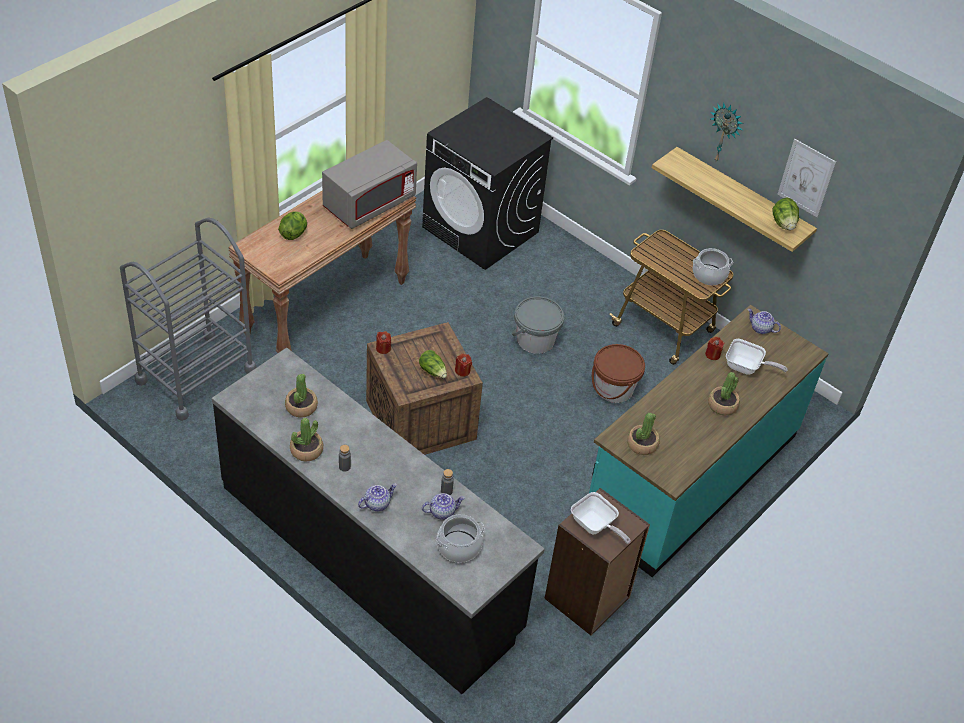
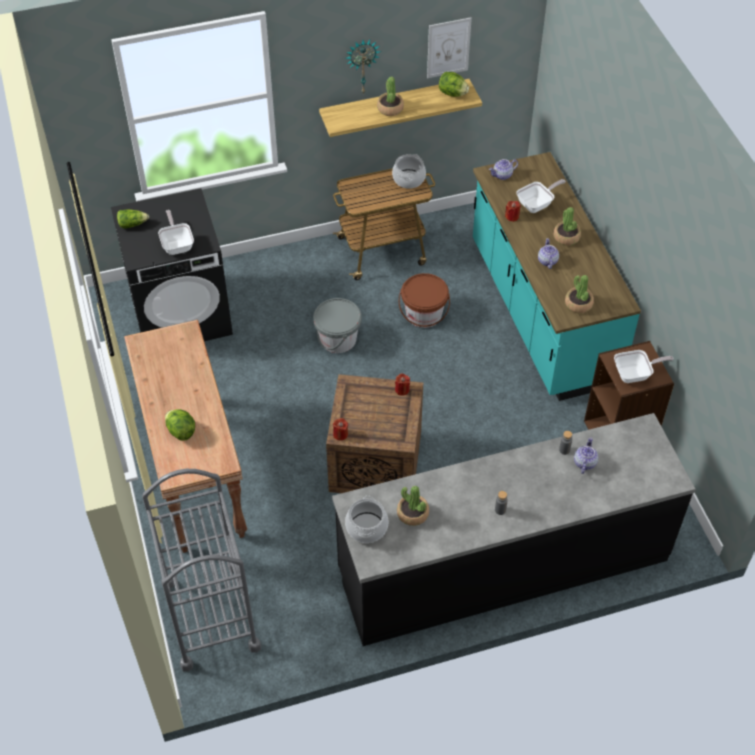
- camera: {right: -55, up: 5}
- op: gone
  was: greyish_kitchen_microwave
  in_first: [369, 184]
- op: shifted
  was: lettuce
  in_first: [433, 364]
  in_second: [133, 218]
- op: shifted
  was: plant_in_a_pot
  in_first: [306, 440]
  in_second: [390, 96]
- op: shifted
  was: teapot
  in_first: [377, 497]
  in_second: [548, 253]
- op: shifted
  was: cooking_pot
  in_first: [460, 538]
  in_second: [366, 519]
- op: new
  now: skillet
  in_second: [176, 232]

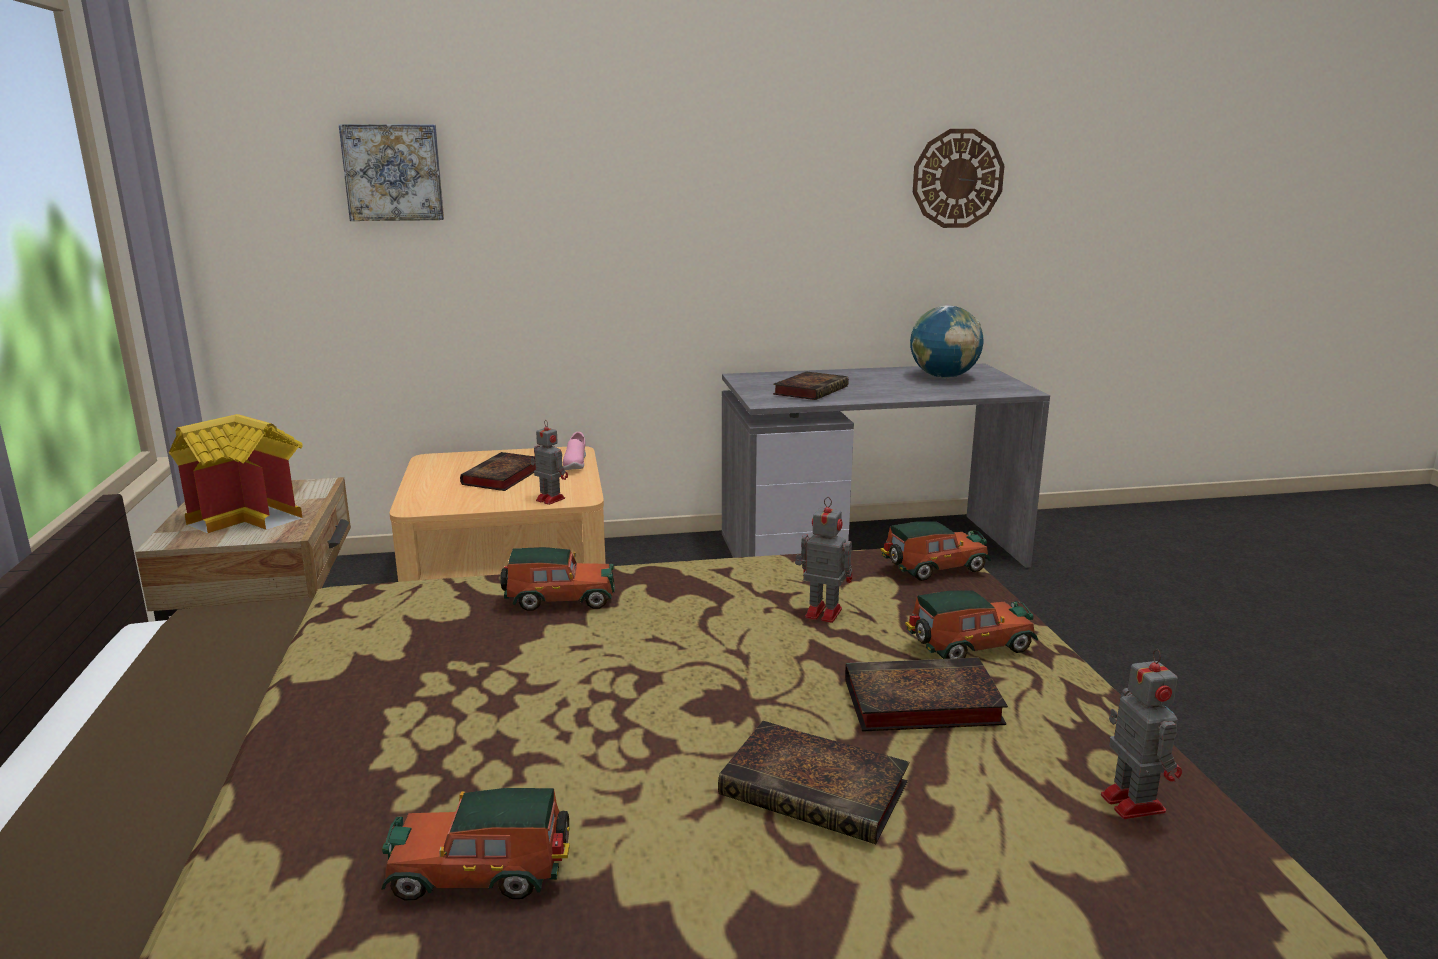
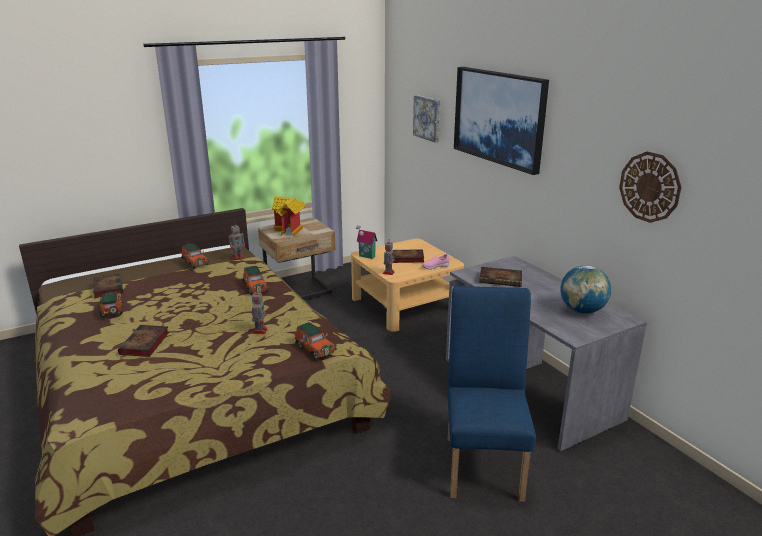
- camera: {right: 70, up: 5}
- op: shifted
  was: miniature_car
  in_first: [971, 624]
  in_second: [195, 256]
- op: shifted
  was: robot_figure
  in_first: [1141, 734]
  in_second: [237, 241]
- op: shifted
  was: bound_book
  in_first: [926, 694]
  in_second: [108, 286]
- op: new
  now: picture
  in_second: [501, 121]
- op: new
  now: model_house
  in_second: [366, 242]
- op: new
  now: blue-coloured_chair
  in_second: [492, 394]

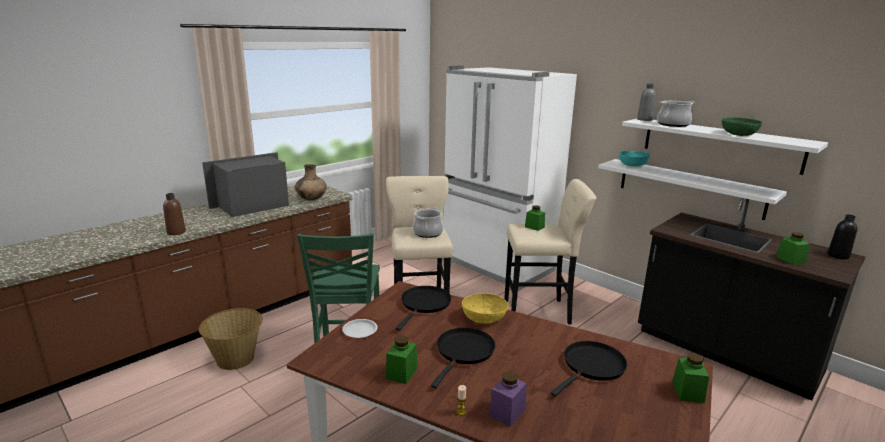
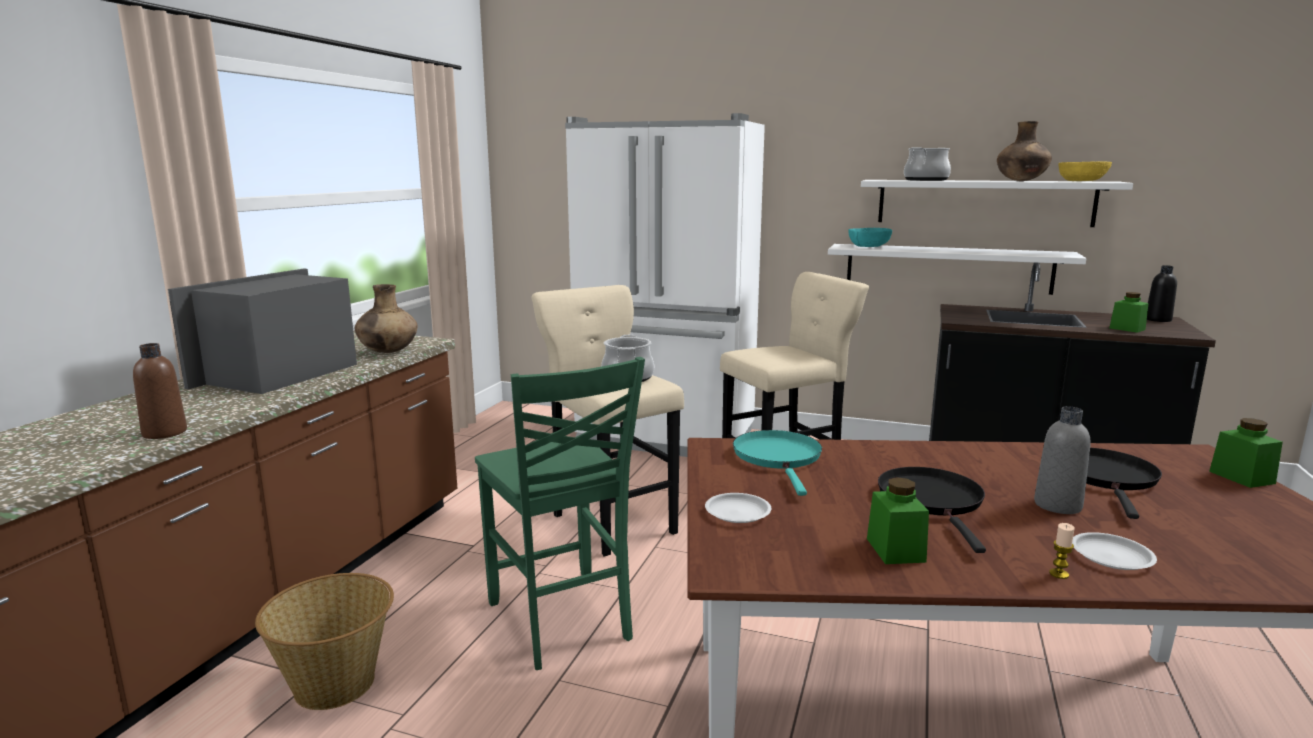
- camera: {right: -25, up: -5}
- op: shifted
  was: greyish_bottle
  in_first: [646, 102]
  in_second: [1062, 460]
- op: swapped
  was: green-coloured_serving_bowl
  now: brownish_decorative_vase
  in_first: [742, 126]
  in_second: [1024, 151]
- op: gone
  was: green-coloured_storage_jar
  in_first: [535, 218]
- op: repainted
  was: black_skillet
  now: turquoise_skillet
  in_first: [423, 308]
  in_second: [777, 463]
- op: shifted
  was: yellow-coloured_serving_bowl
  in_first: [485, 308]
  in_second: [1085, 171]
- op: swapped
  was: purplish_storage_jar
  now: whitish_flat_dish
  in_first: [508, 399]
  in_second: [1114, 551]

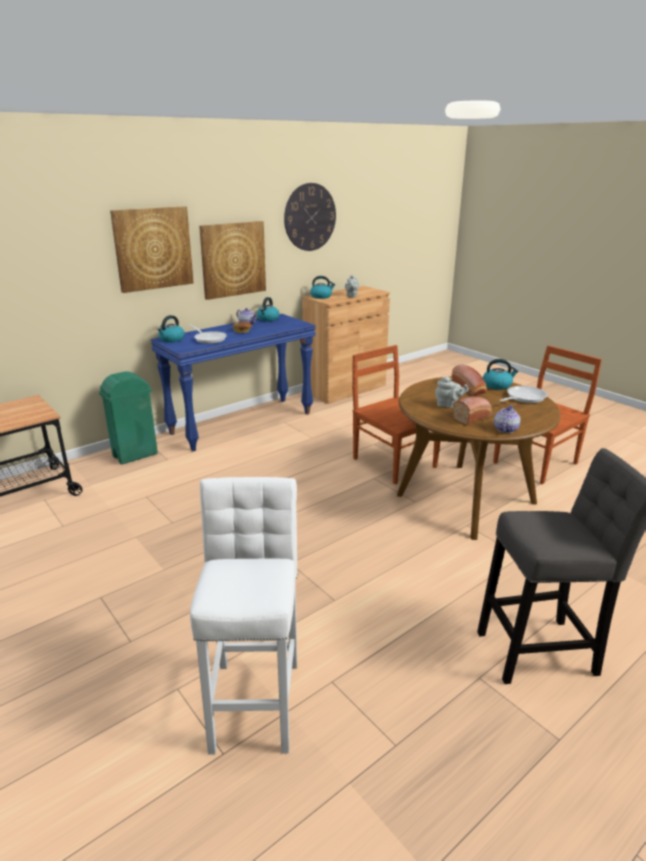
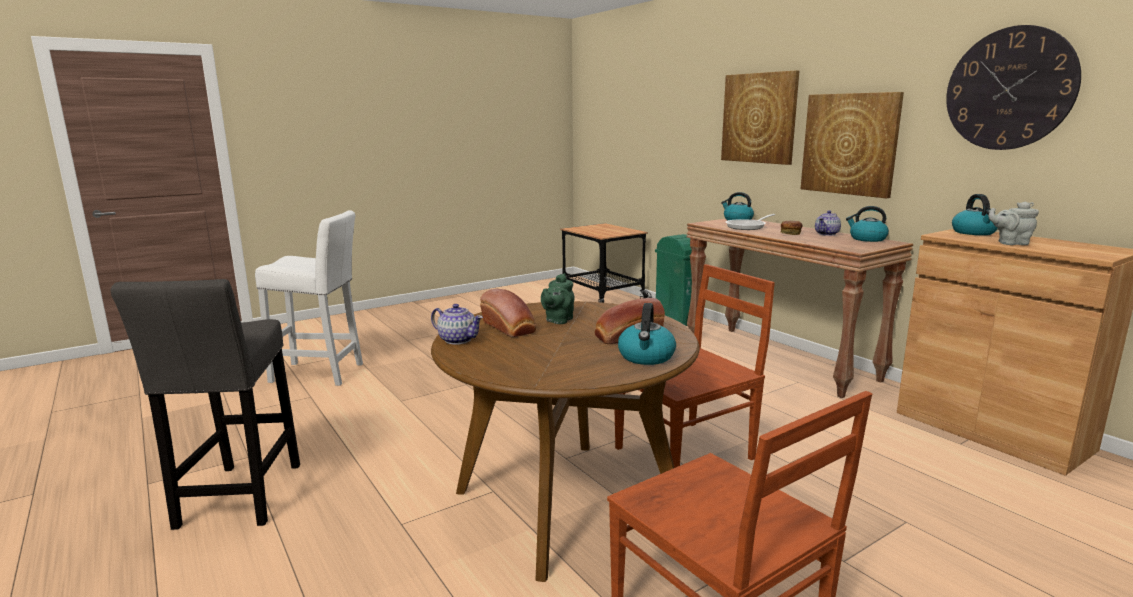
- camera: {right: 95, up: -10}
- op: repainted
  was: blue-coloured_narrow_table
  now: brownish_narrow_table
  in_first: [233, 382]
  in_second: [799, 308]
- op: repainted
  was: greyish_teapot
  now: green-coloured_teapot
  in_first: [452, 392]
  in_second: [558, 298]
- op: gone
  was: skillet
  in_first: [523, 394]

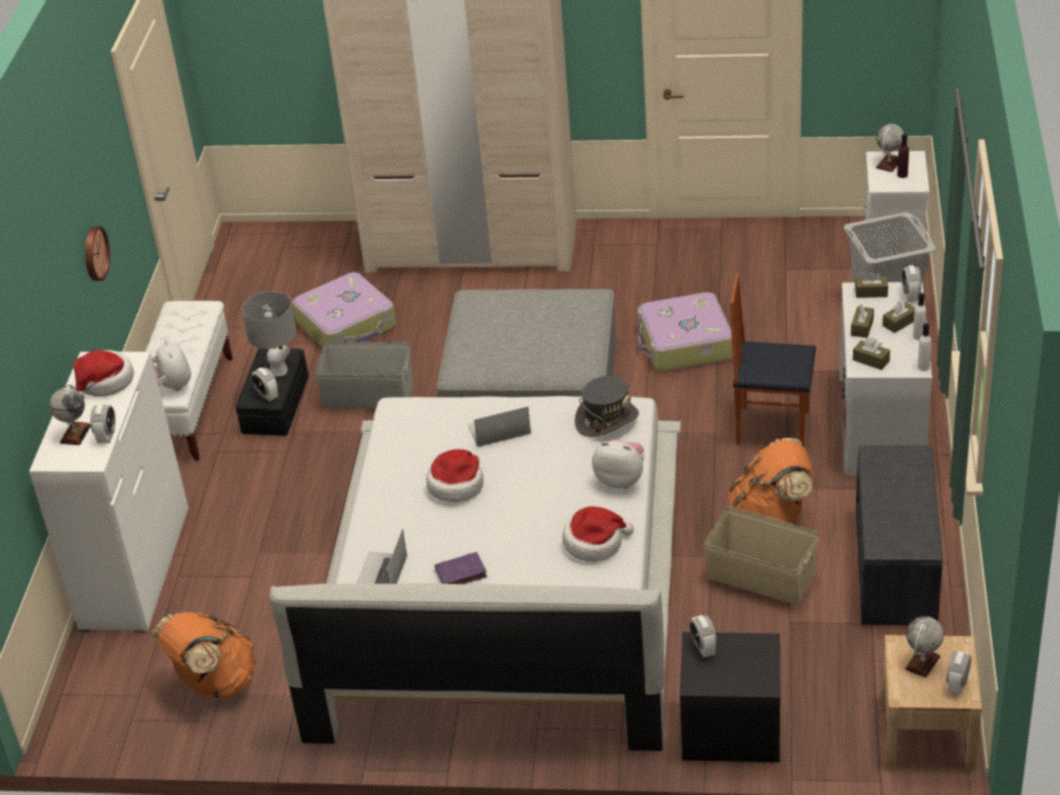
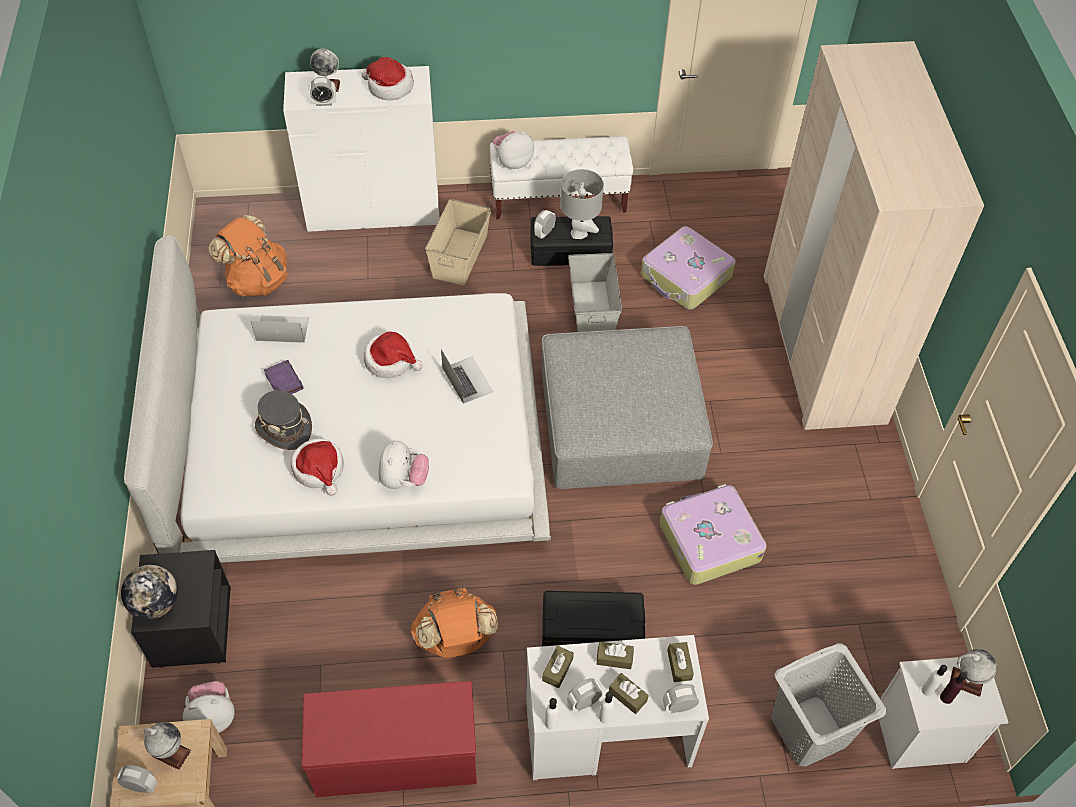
- camera: {right: 75, up: 15}
- op: gone
  was: wall_clock
  in_first: [97, 253]
- op: swapped
  was: chair
  now: black_storage_bin
  in_first: [773, 360]
  in_second: [593, 618]
- op: shifted
  was: greyish_wearable_hat
  in_first: [607, 406]
  in_second: [283, 420]
- op: repainted
  was: greyish_indoor_bench
  now: red-coloured_indoor_bench
  in_first: [899, 535]
  in_second: [389, 739]
- op: shifted
  was: sand-coloured_storage_bin
  in_first: [761, 555]
  in_second: [458, 242]
- op: shifted
  was: bedside_clock
  in_first: [703, 636]
  in_second: [585, 695]
- op: new
  now: desk_globe
  in_second: [149, 592]
- op: new
  now: whitish_bottle
  in_second: [934, 681]
- op: new
  now: plush_toy
  in_second: [209, 707]

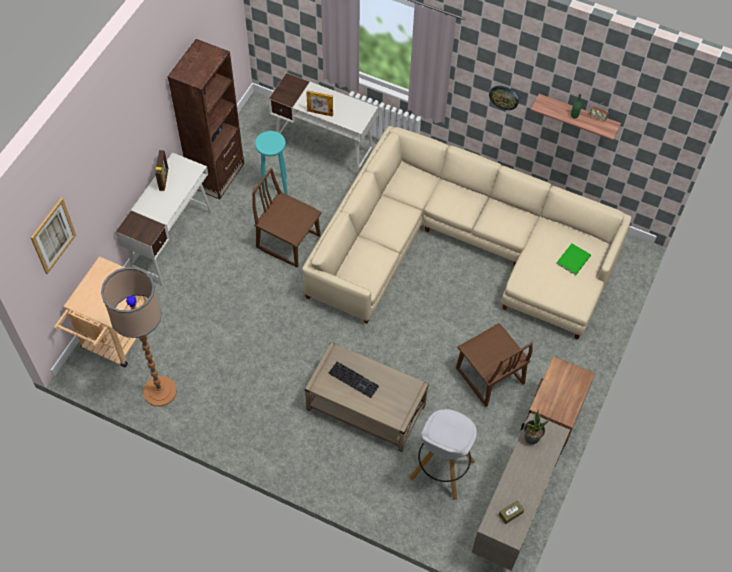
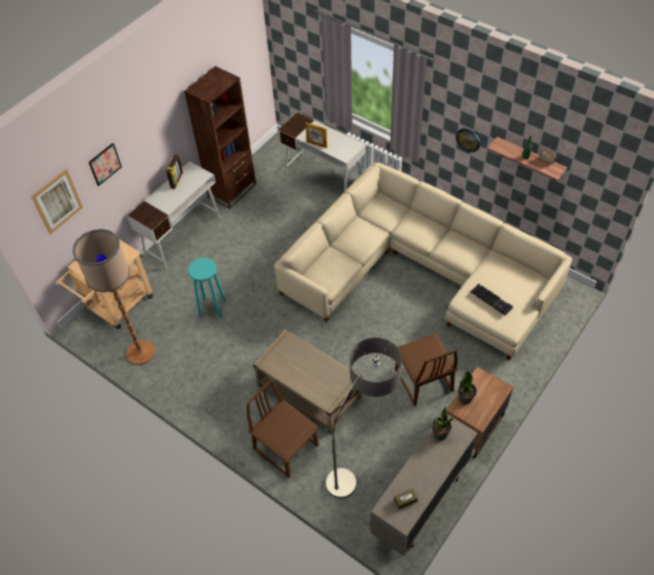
- camera: {right: 15, up: -5}
- op: shifted
  was: turquoise_sitting_stool
  in_first: [271, 164]
  in_second: [207, 288]
- op: shifted
  was: brownish_chair
  in_first: [287, 218]
  in_second: [282, 428]
- op: gone
  was: green-coloured_bound_book
  in_first: [573, 259]
- op: shifted
  was: PC_keyboard
  in_first: [353, 379]
  in_second: [492, 299]
- op: swapped
  was: whitish_sitting_stool
  now: standing_lamp
  in_first: [443, 454]
  in_second: [364, 418]
- op: new
  now: picture
  in_second: [105, 164]
- op: new
  now: plant_in_a_pot
  in_second: [467, 387]

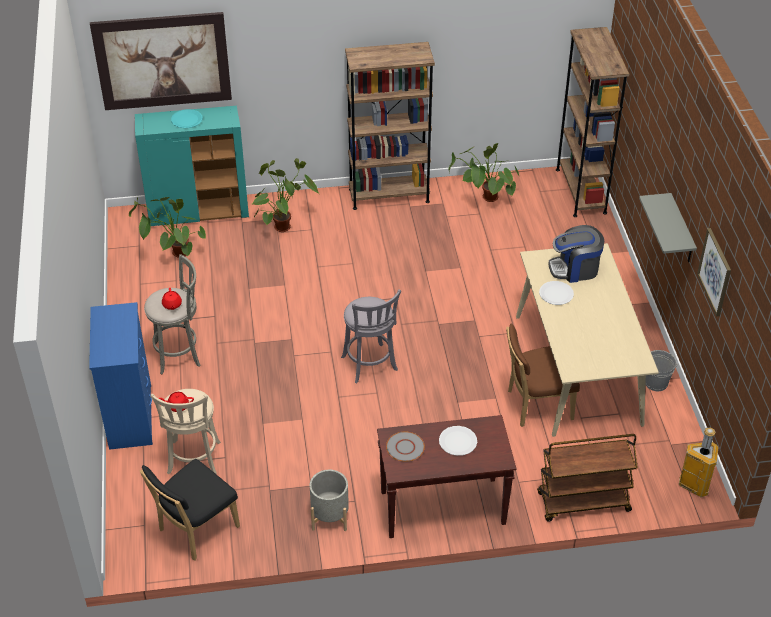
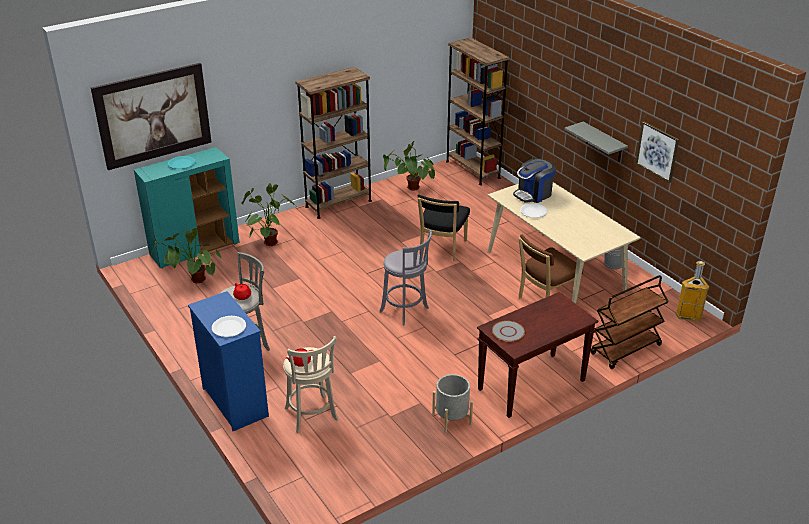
- camera: {right: -25, up: -10}
- op: shifted
  was: whitish_flat_dish
  in_first: [458, 441]
  in_second: [229, 326]
- op: shifted
  was: black_chair
  in_first: [190, 509]
  in_second: [443, 227]

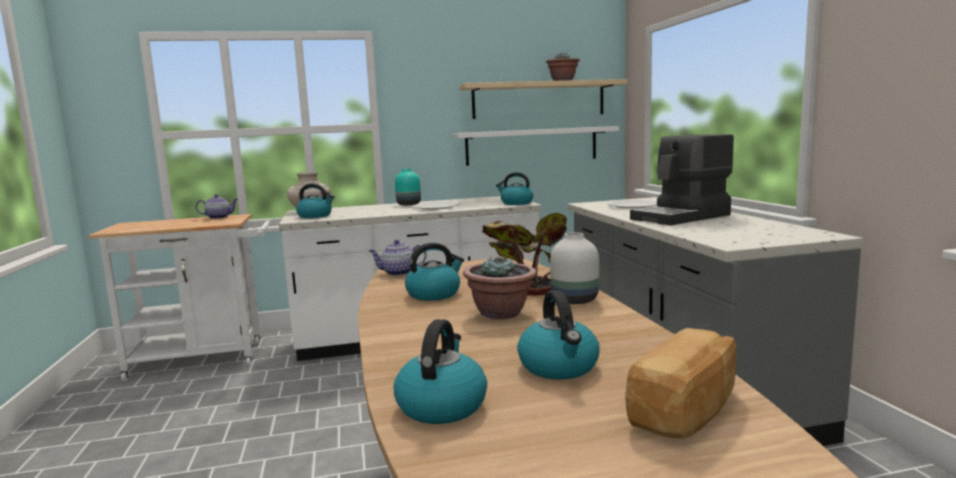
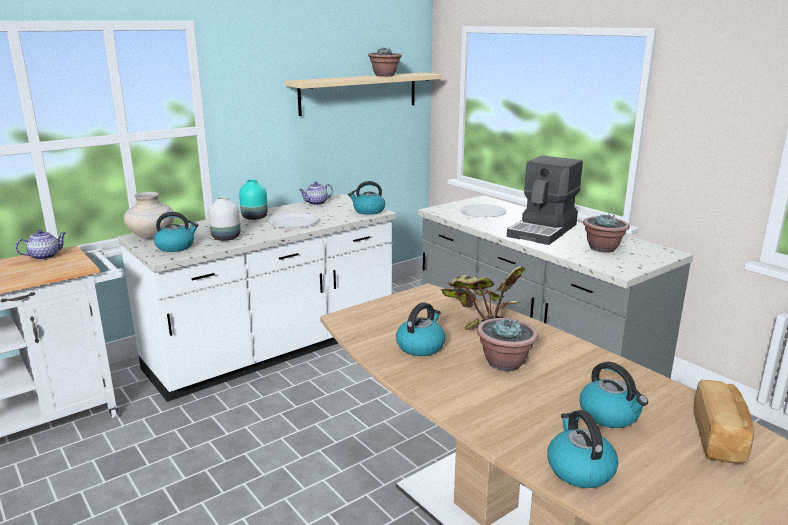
- camera: {right: -25, up: 10}
- op: gone
  was: whitish_wall_shelf
  in_first: [536, 146]
- op: shifted
  was: whitish_decorative_vase
  in_first: [574, 268]
  in_second: [224, 218]
- op: shifted
  was: teapot
  in_first: [398, 258]
  in_second: [316, 193]
- op: new
  now: plant_in_a_pot
  in_second: [606, 233]

